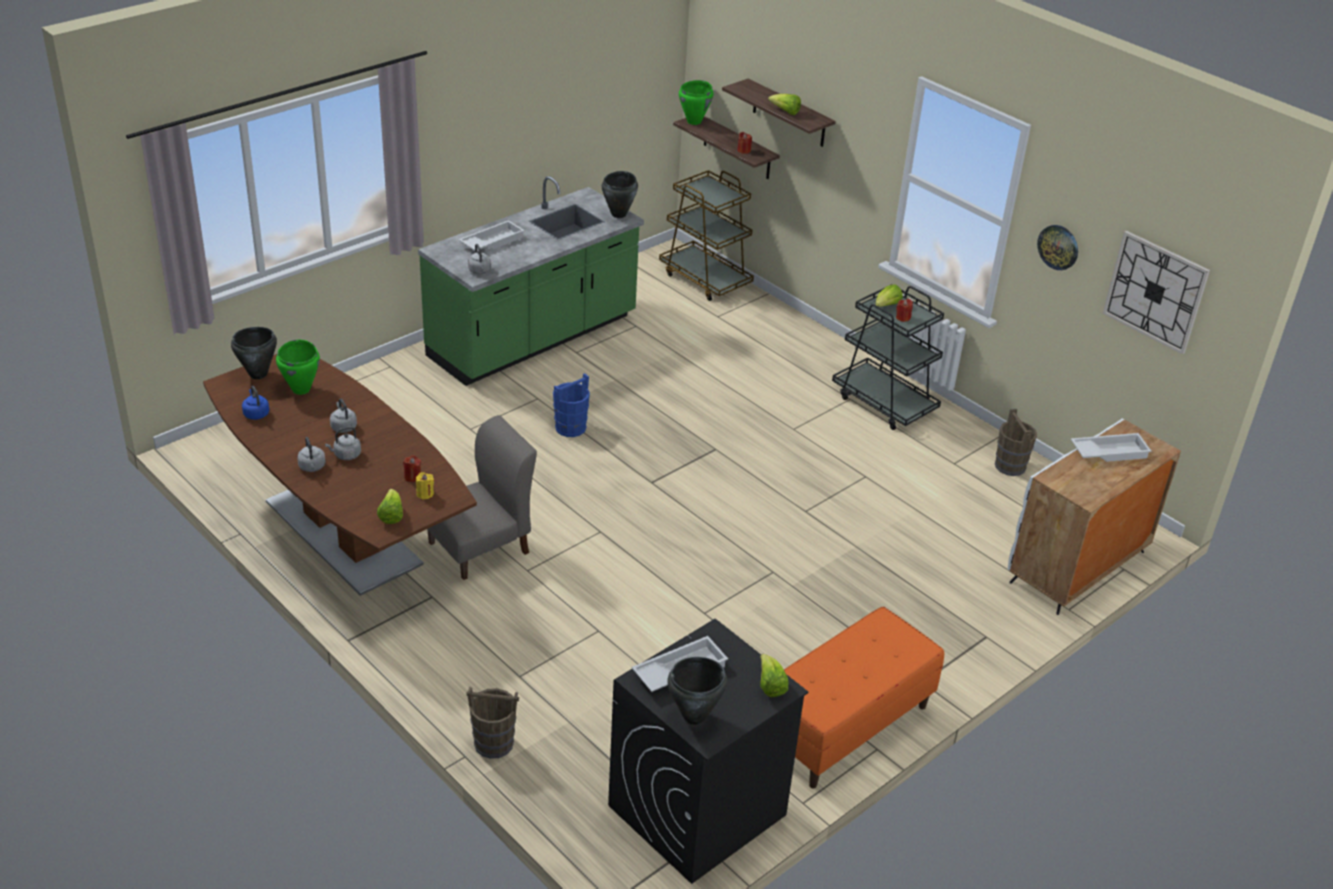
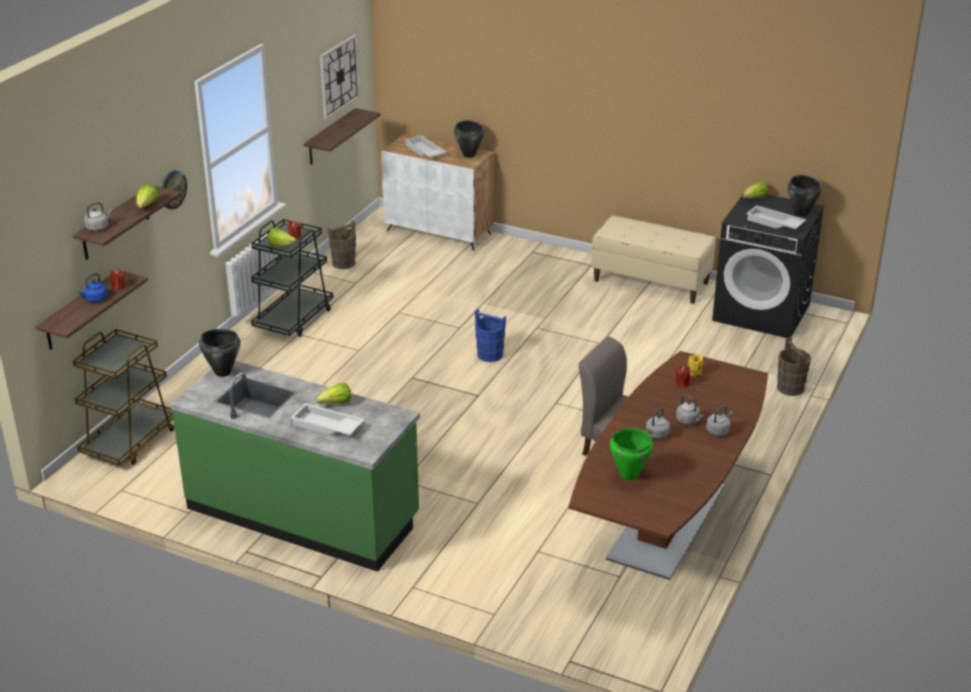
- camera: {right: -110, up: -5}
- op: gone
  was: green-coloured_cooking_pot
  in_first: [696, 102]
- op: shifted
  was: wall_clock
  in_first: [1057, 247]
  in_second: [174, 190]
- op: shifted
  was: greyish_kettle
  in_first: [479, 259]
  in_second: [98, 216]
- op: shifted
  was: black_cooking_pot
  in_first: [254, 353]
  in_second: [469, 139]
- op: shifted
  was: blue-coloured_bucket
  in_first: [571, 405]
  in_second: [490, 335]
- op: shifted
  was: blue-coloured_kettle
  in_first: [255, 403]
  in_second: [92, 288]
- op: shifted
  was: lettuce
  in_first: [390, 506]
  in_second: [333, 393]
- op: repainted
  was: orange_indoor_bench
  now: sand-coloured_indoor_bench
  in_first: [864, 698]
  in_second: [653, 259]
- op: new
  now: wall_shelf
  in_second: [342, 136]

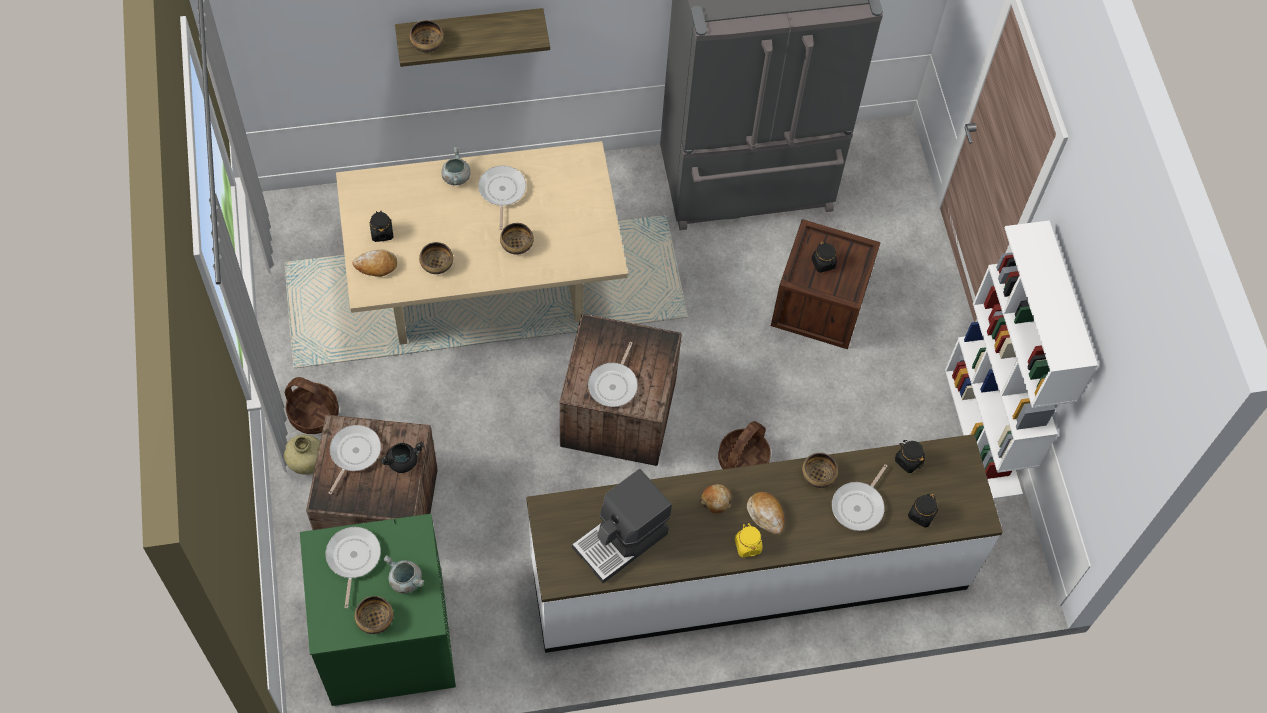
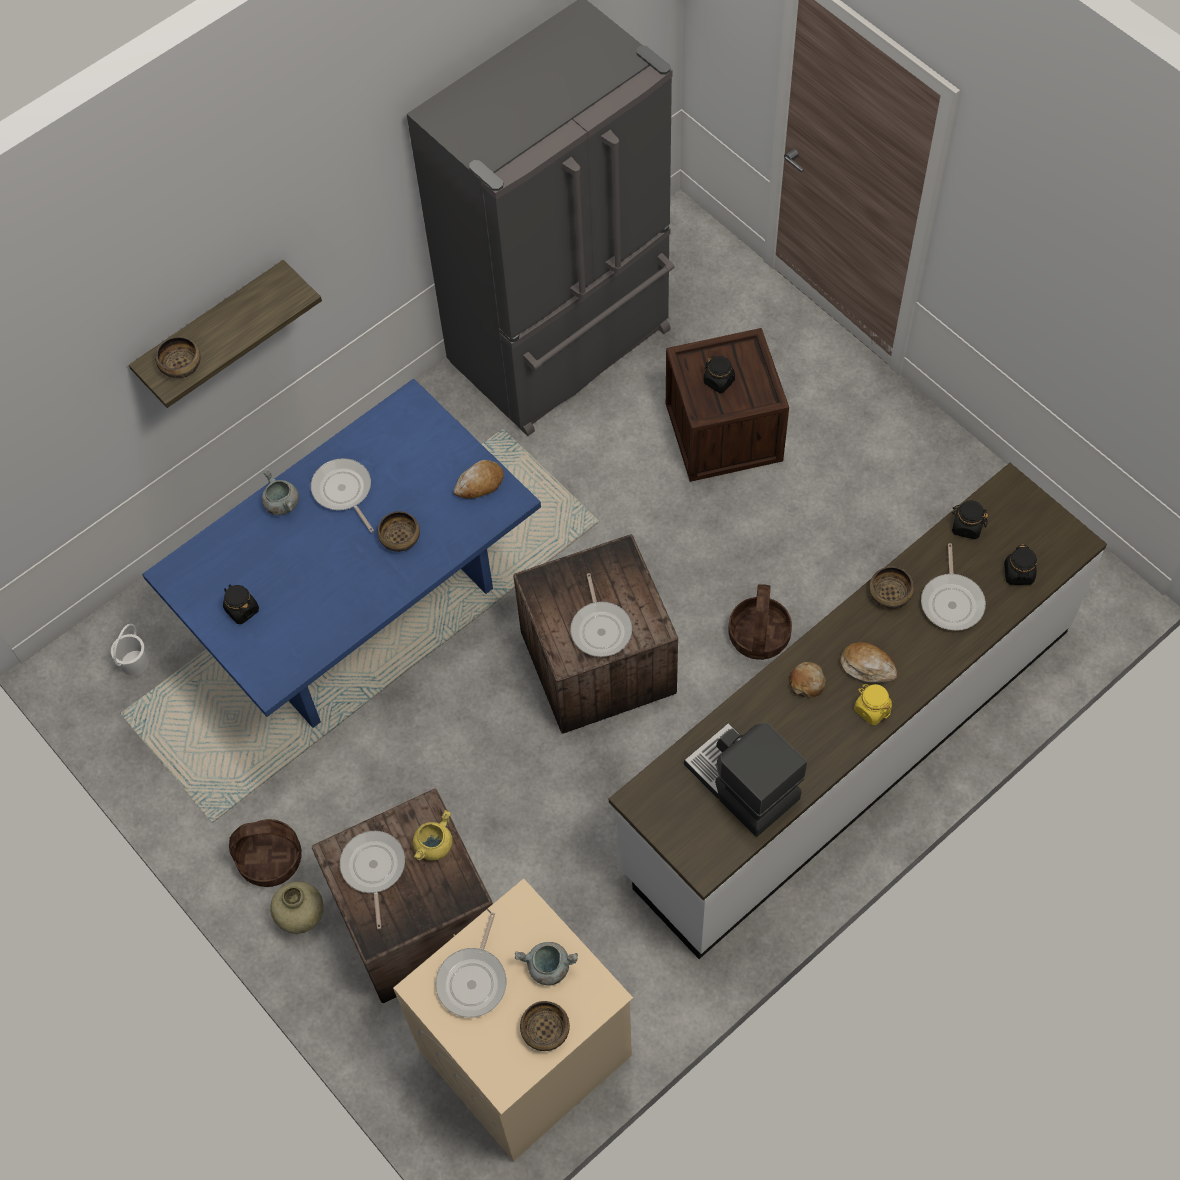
- camera: {right: -25, up: 0}
- op: repainted
  was: sand-coloured_kitchen_table
  now: blue-coloured_kitchen_table
  in_first: [482, 243]
  in_second: [341, 553]
- op: gone
  was: whitish_bookshelf
  in_first: [1021, 359]
- op: gone
  was: serving_bowl
  in_first: [436, 258]
- op: shifted
  was: baked_bread
  in_first: [374, 263]
  in_second: [479, 479]
- op: repainted
  was: black_cooking_pot
  now: yellow-coloured_cooking_pot
  in_first: [402, 457]
  in_second: [432, 835]
- op: rotated
  was: coffee_machine
  in_first: [622, 526]
  in_second: [745, 780]
  clockwise: 120
- op: repainted
  was: green-coloured_laundry_machine
  now: sand-coloured_laundry_machine
  in_first: [378, 610]
  in_second: [513, 1019]
- op: rotated
  was: skillet
  in_first: [353, 568]
  in_second: [471, 965]
  clockwise: -135
- op: new
  now: whitish_bucket
  in_second: [130, 650]

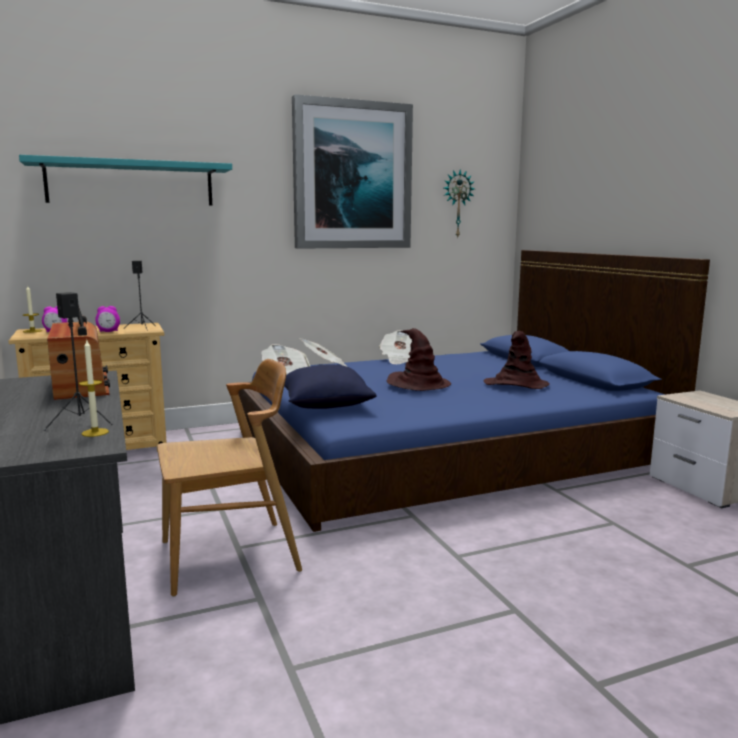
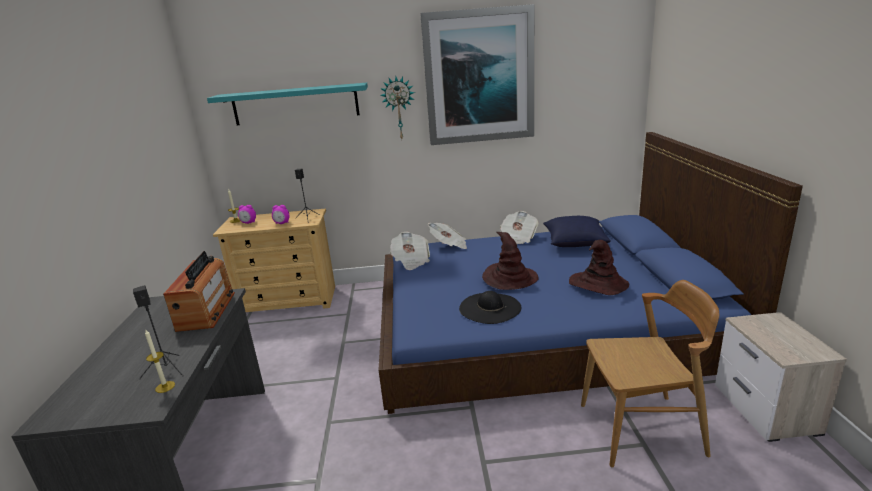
- camera: {right: 20, up: 10}
- op: shifted
  was: wall_clock
  in_first: [459, 203]
  in_second: [397, 108]
- op: shifted
  was: brownish_chair
  in_first: [229, 478]
  in_second: [650, 374]
- op: shifted
  was: blue-coloured_throw_pillow
  in_first: [330, 386]
  in_second: [577, 231]
- op: new
  now: black_wearable_hat
  in_second: [490, 307]

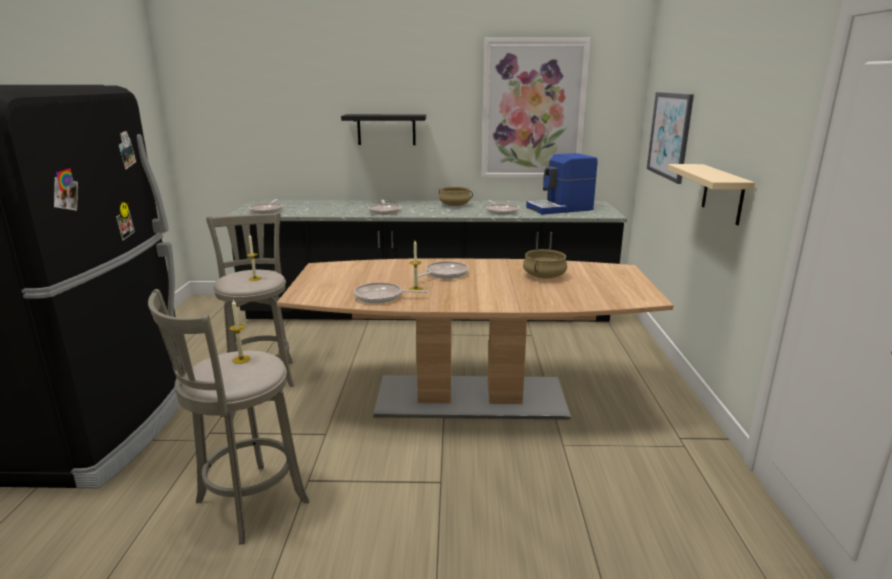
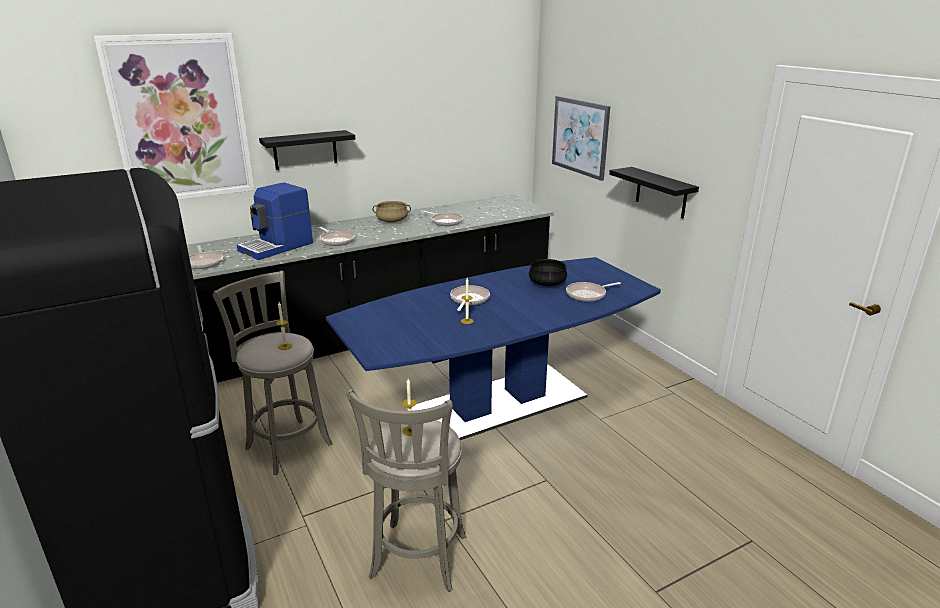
- camera: {right: -30, up: 5}
- op: shifted
  was: picture
  in_first: [536, 108]
  in_second: [174, 116]
- op: shifted
  was: coffee_machine
  in_first: [562, 184]
  in_second: [275, 221]
- op: repainted
  was: sand-coloured_wall_shelf
  now: black_wall_shelf
  in_first: [711, 194]
  in_second: [654, 192]
- op: repainted
  was: sand-coloured_cooking_pot
  now: black_cooking_pot
  in_first: [545, 264]
  in_second: [548, 272]
- op: repainted
  was: brownish_kitchen_table
  now: blue-coloured_kitchen_table
  in_first: [475, 339]
  in_second: [493, 348]
- op: shifted
  was: skillet
  in_first: [391, 293]
  in_second: [593, 292]

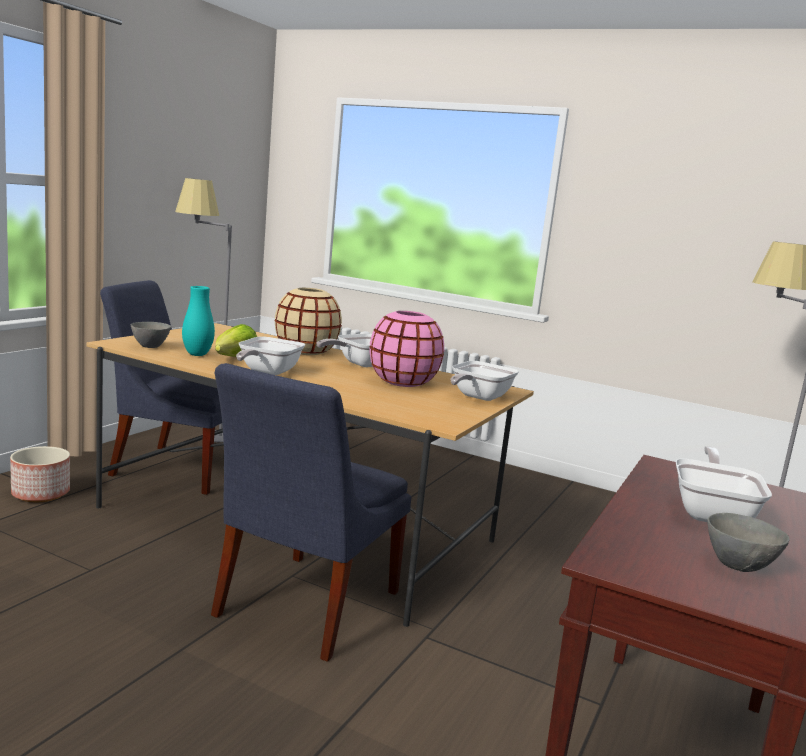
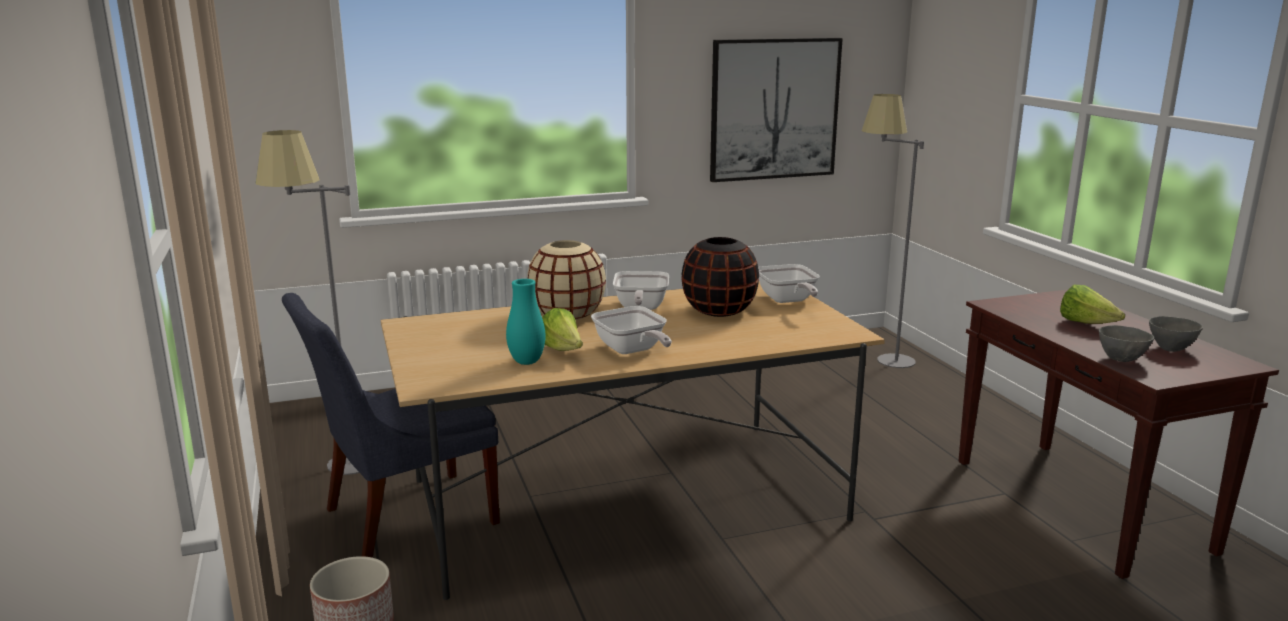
- camera: {right: -45, up: 5}
- op: repainted
  was: pink-coloured_decorative_vase
  now: black_decorative_vase
  in_first: [406, 349]
  in_second: [720, 277]
- op: shifted
  was: greyish_serving_bowl
  in_first: [151, 335]
  in_second: [1126, 343]
- op: gone
  was: blue-coloured_chair
  in_first: [311, 512]
- op: swapped
  was: skillet
  now: lettuce
  in_first: [724, 484]
  in_second: [1092, 304]
- op: new
  now: picture
  in_second: [776, 110]

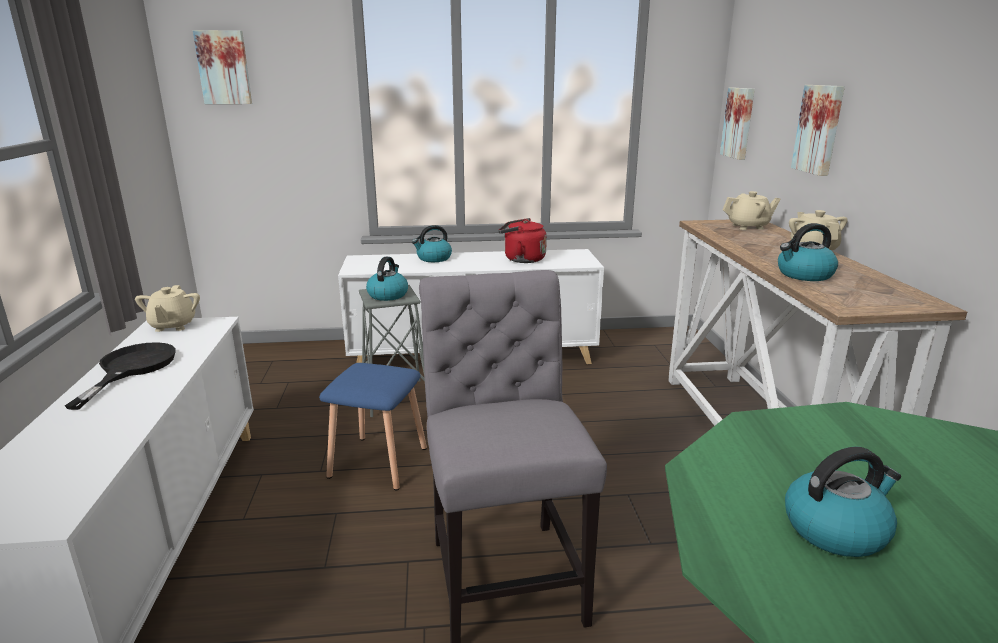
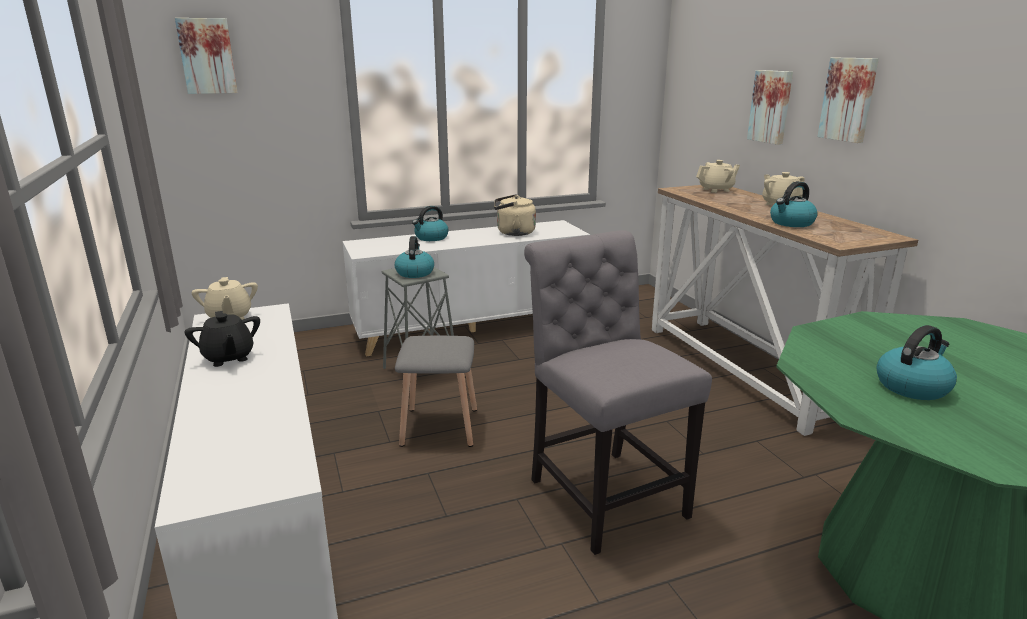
- camera: {right: -15, up: 0}
- op: shifted
  was: picture
  in_first: [737, 124]
  in_second: [848, 100]
- op: repainted
  was: red-coloured_kettle
  now: sand-coloured_kettle
  in_first: [523, 240]
  in_second: [515, 215]
- op: swapped
  was: black_skillet
  now: black_teapot
  in_first: [120, 376]
  in_second: [222, 339]
- op: repainted
  was: blue-coloured_sitting_stool
  now: greyish_sitting_stool
  in_first: [373, 426]
  in_second: [436, 391]

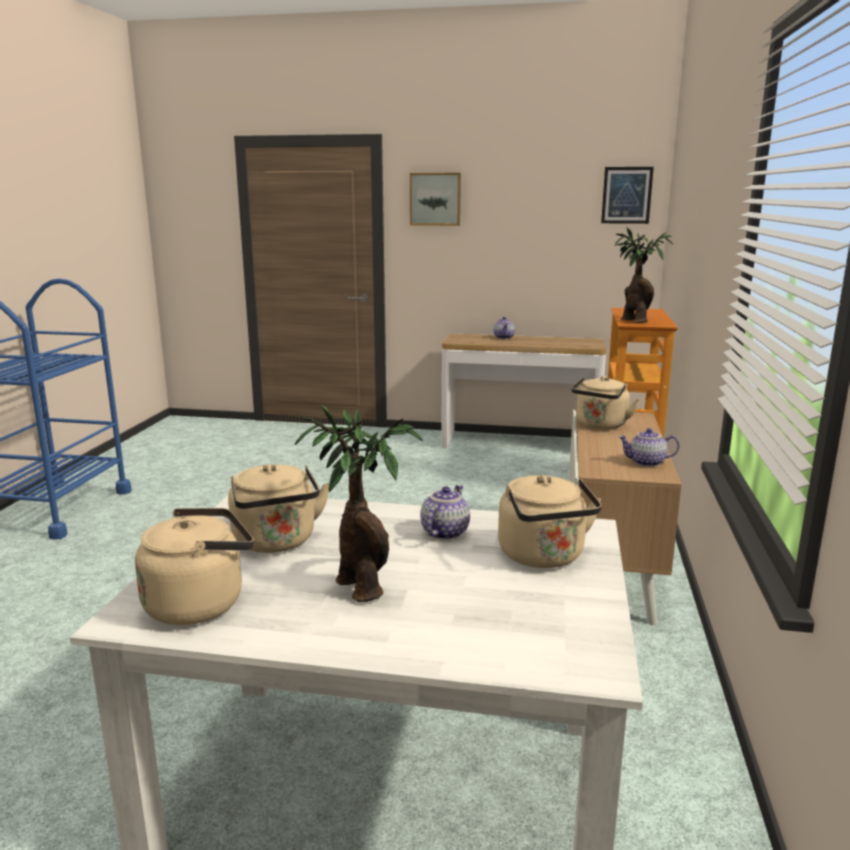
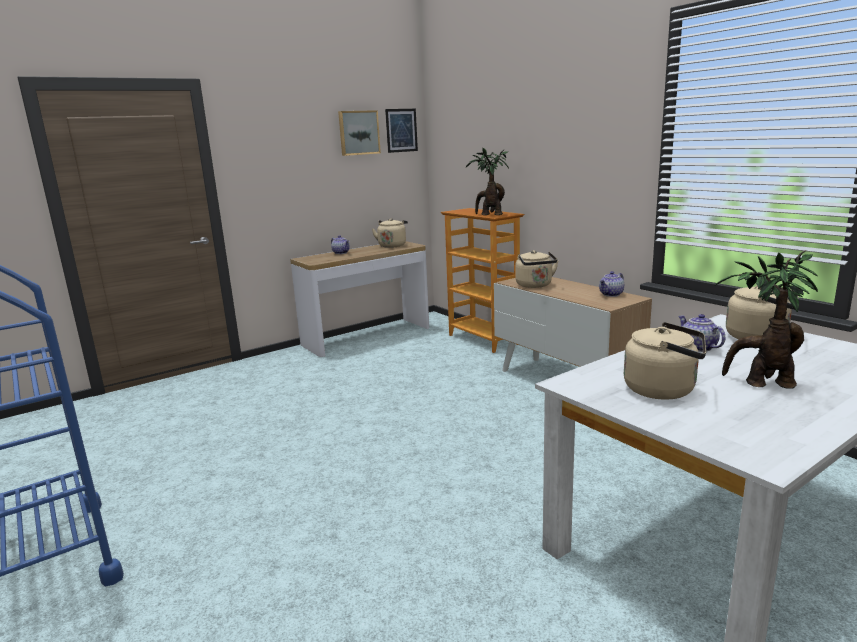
- camera: {right: -45, up: 0}
- op: shifted
  was: picture
  in_first: [435, 199]
  in_second: [359, 133]
- op: shifted
  was: sand-coloured_kettle
  in_first: [194, 566]
  in_second: [390, 233]

